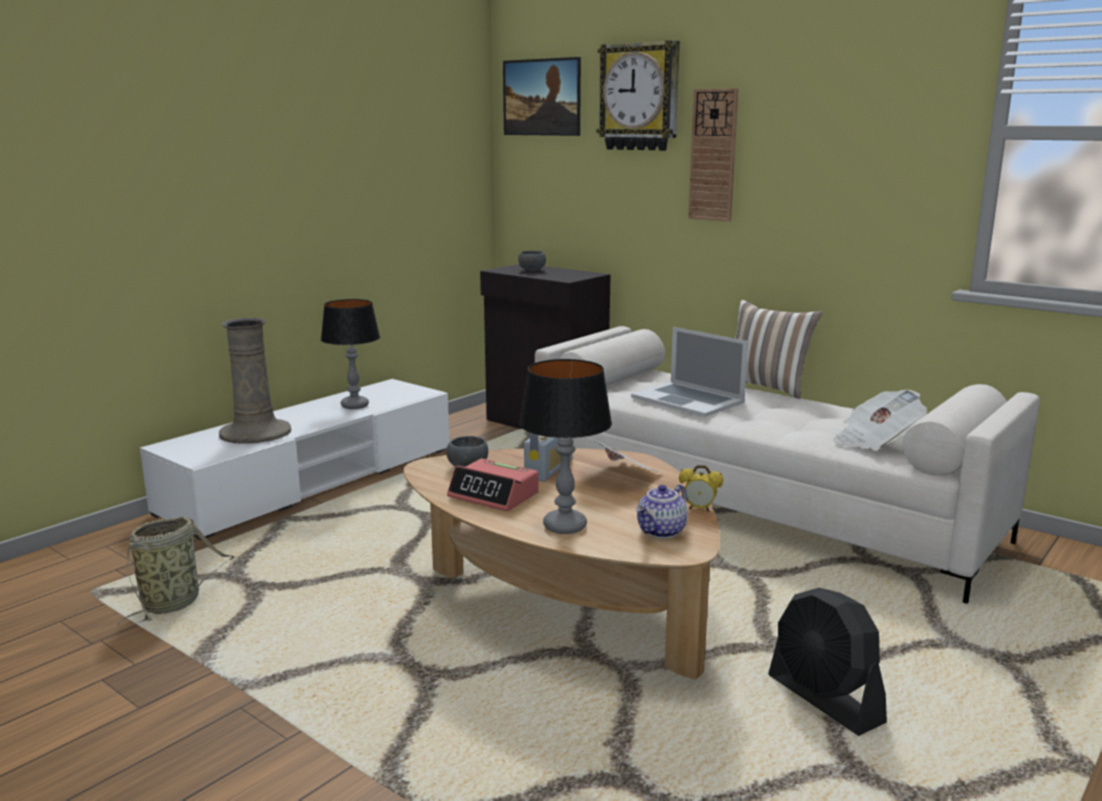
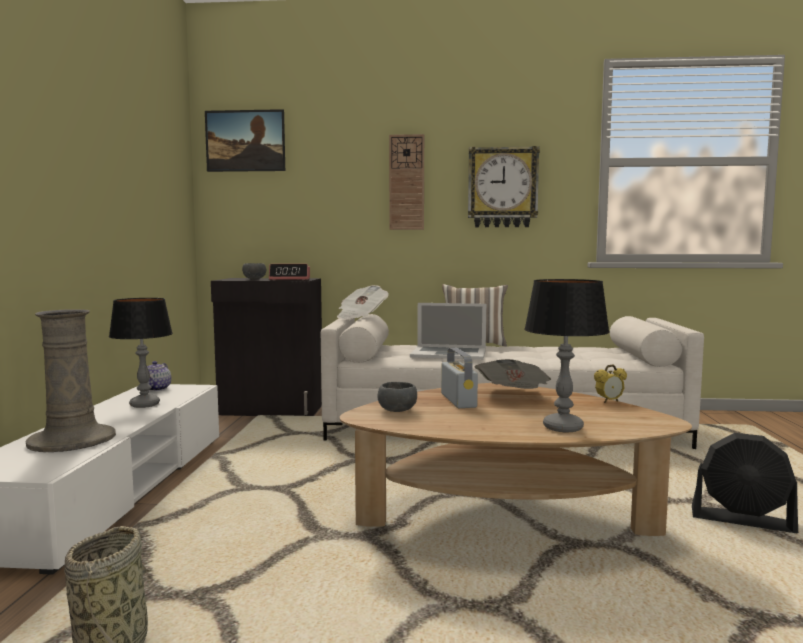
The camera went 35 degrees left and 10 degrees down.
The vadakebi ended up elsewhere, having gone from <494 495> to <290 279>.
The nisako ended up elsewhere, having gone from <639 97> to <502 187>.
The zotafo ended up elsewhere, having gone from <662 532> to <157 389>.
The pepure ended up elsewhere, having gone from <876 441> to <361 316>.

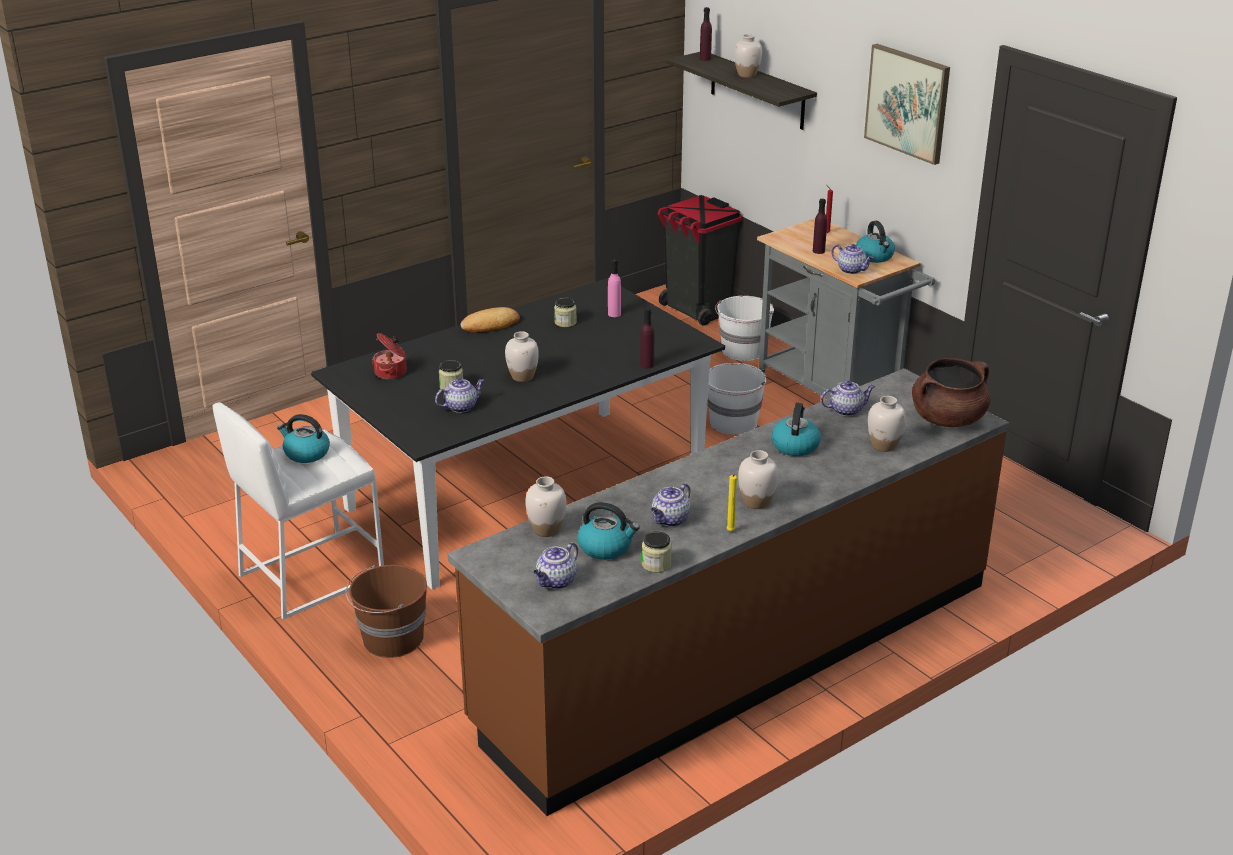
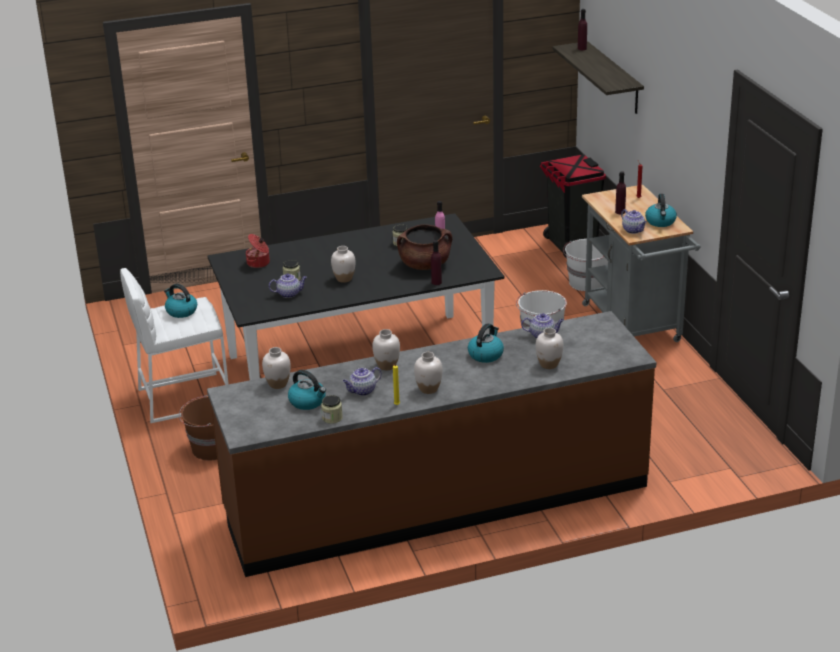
The camera went 20 degrees right and 0 degrees up.
The second view lost the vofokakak at <490 325>.
The second view lost the zotafo at <556 582>.
The second view lost the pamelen at <908 103>.
The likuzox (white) ended up elsewhere, having gone from <747 75> to <387 366>.
The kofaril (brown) ended up elsewhere, having gone from <948 419> to <425 265>.

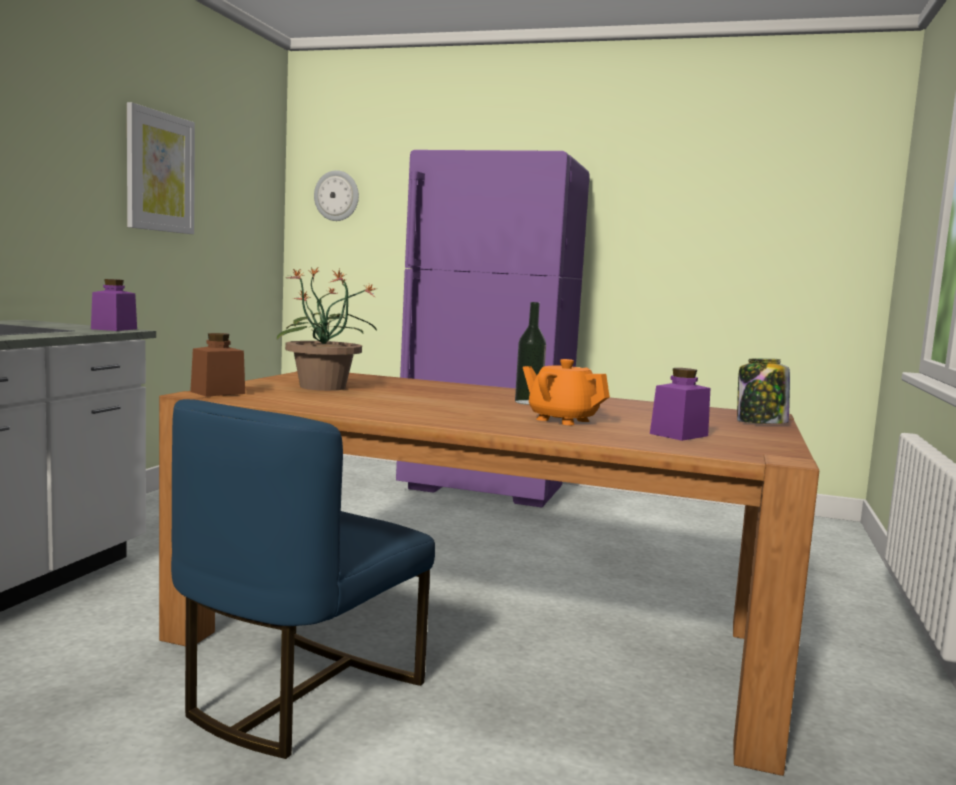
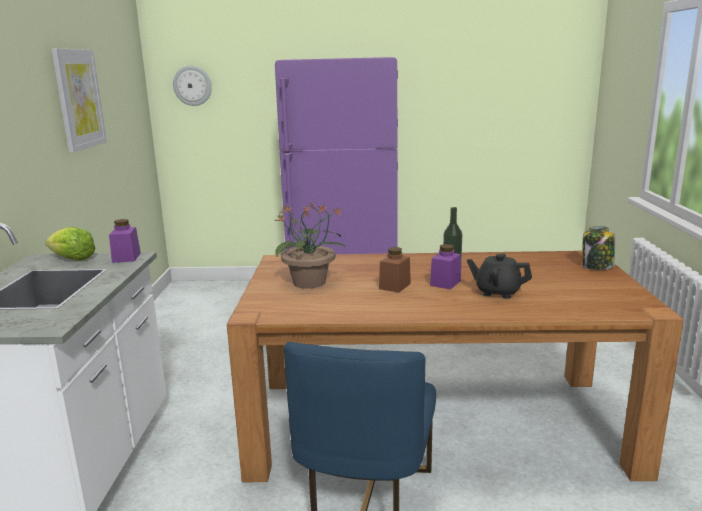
The camera went 15 degrees left and 10 degrees up.
The second view gained the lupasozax at <72 259>.
The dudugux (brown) ended up elsewhere, having gone from <217 392> to <395 286>.
The dudugux (purple) ended up elsewhere, having gone from <679 435> to <445 283>.
What was the zotafo (orange) at <562 420> turned into the zotafo (black) at <497 292>.

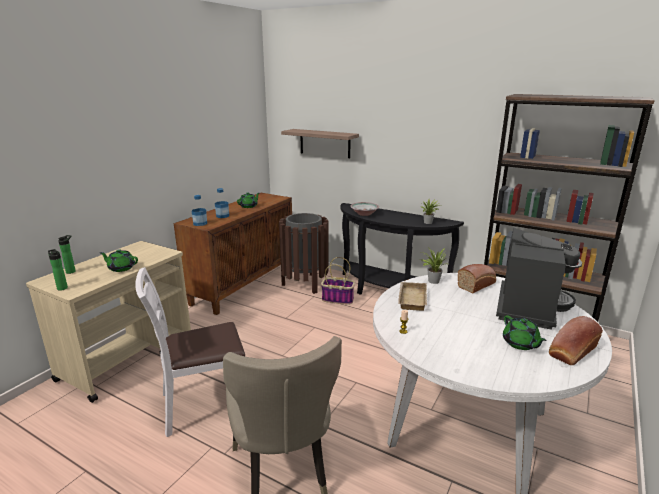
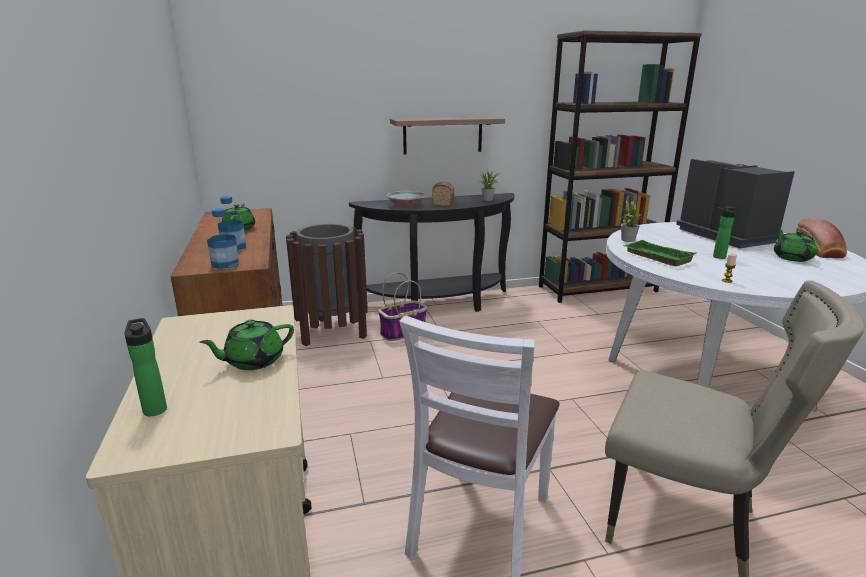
The camera went 45 degrees left and 0 degrees up.
The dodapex ended up elsewhere, having gone from <62 288> to <717 257>.
The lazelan ended up elsewhere, having gone from <325 143> to <443 135>.
The vofokakak ended up elsewhere, having gone from <477 285> to <443 201>.
What was the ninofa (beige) at <411 298> turned into the ninofa (green) at <655 257>.
The zotafo (green) at <520 344> ended up facing another way, 120 degrees counterclockwise from before.

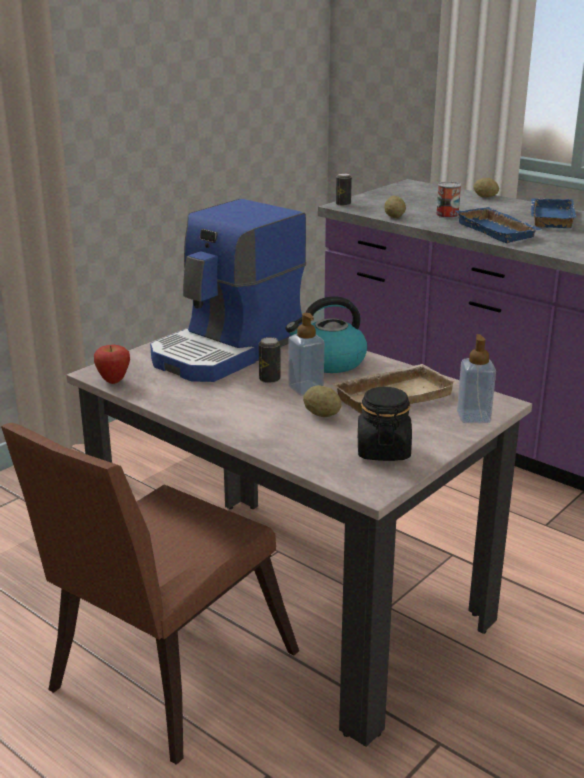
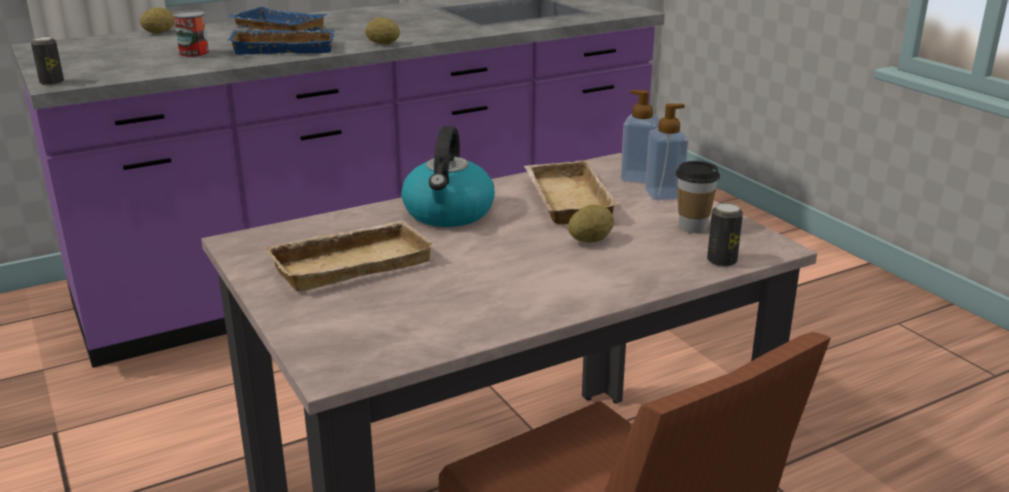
The camera went 70 degrees left and 0 degrees up.
The second view lost the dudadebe at <114 381>.
The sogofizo ended up elsewhere, having gone from <269 379> to <721 261>.
The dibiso ended up elsewhere, having gone from <306 388> to <663 194>.
The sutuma ended up elsewhere, having gone from <394 217> to <383 44>.
Where the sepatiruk stood at <229 350>, the ninofa (beige) came to stand at <351 262>.
Where the dudugux (black) stood at <383 450>, the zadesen came to stand at <692 227>.

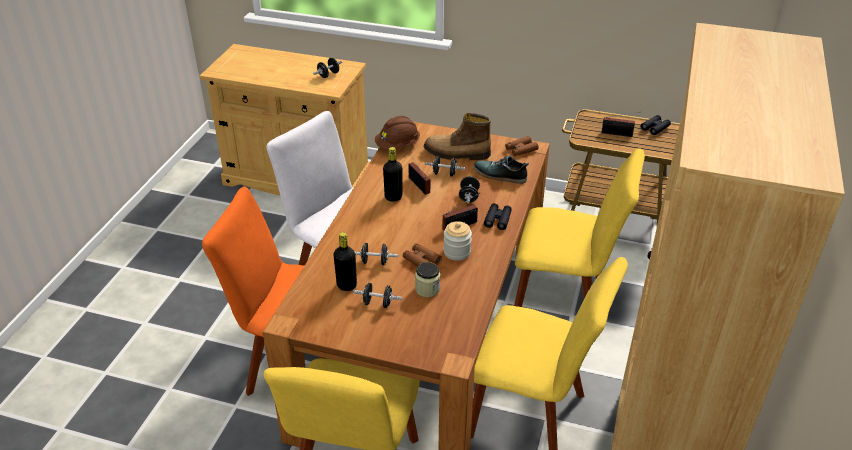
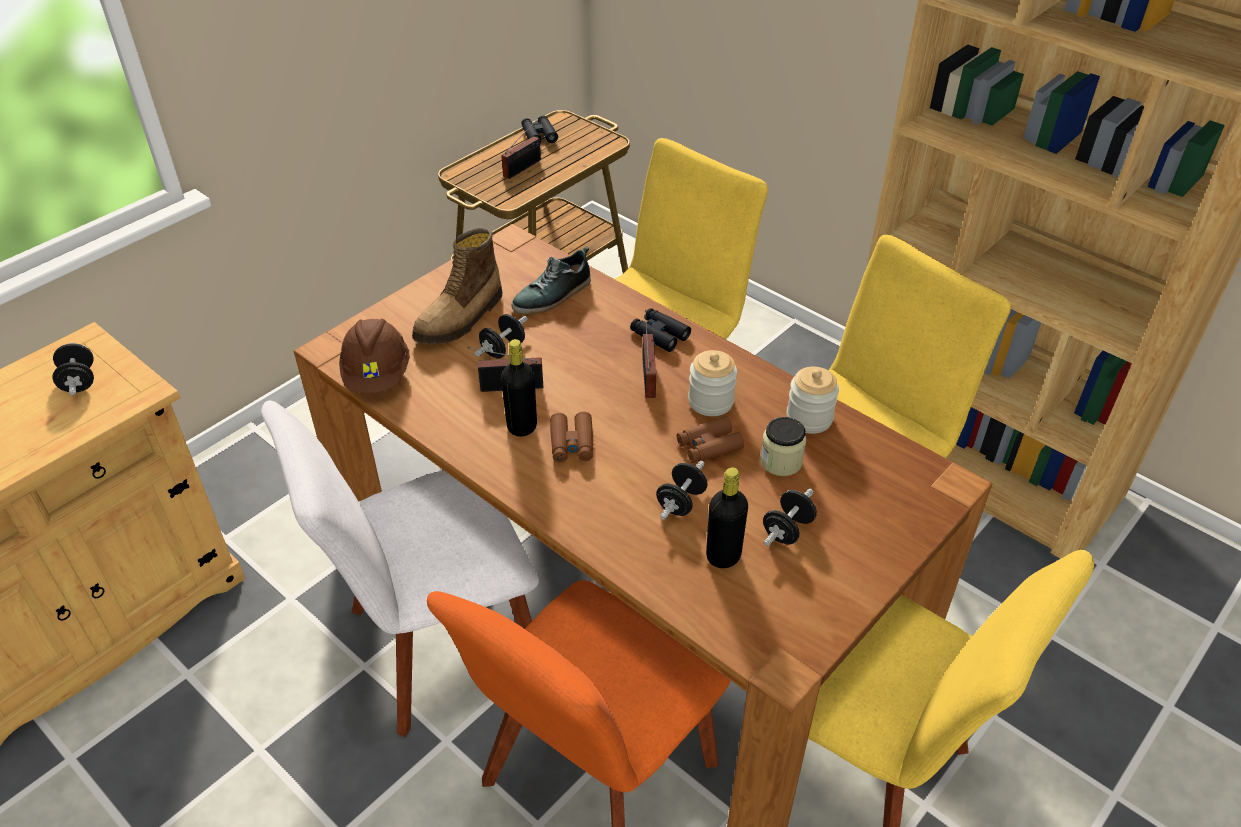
The camera went 65 degrees left and 5 degrees up.
The second view lost the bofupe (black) at <469 197>.
The second view gained the dudugux at <809 418>.
The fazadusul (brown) ended up elsewhere, having gone from <521 149> to <572 443>.

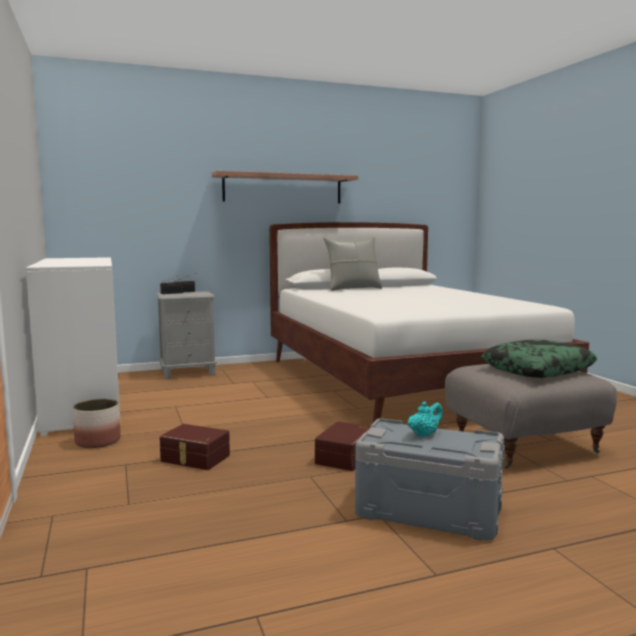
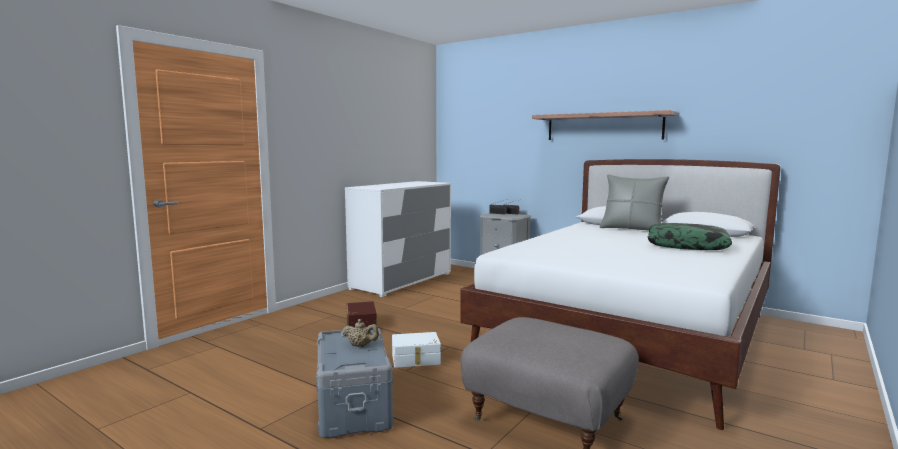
The camera went 55 degrees right and 0 degrees up.
The second view lost the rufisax at <97 441>.
The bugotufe ended up elsewhere, having gone from <537 369> to <687 245>.
What was the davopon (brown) at <345 457> turned into the davopon (white) at <416 359>.
What was the zotafo (turquoise) at <424 435> turned into the zotafo (beige) at <361 346>.

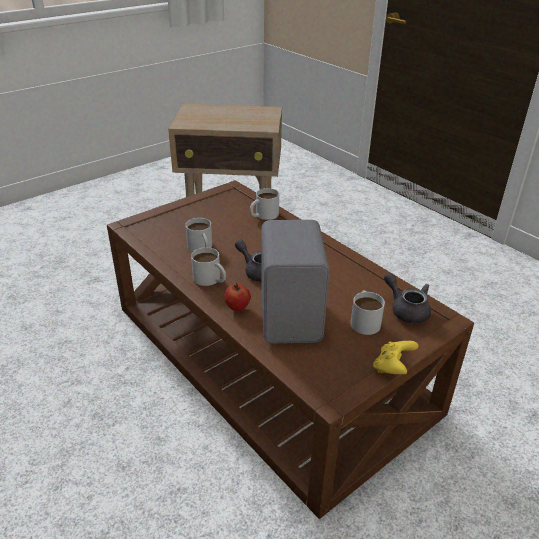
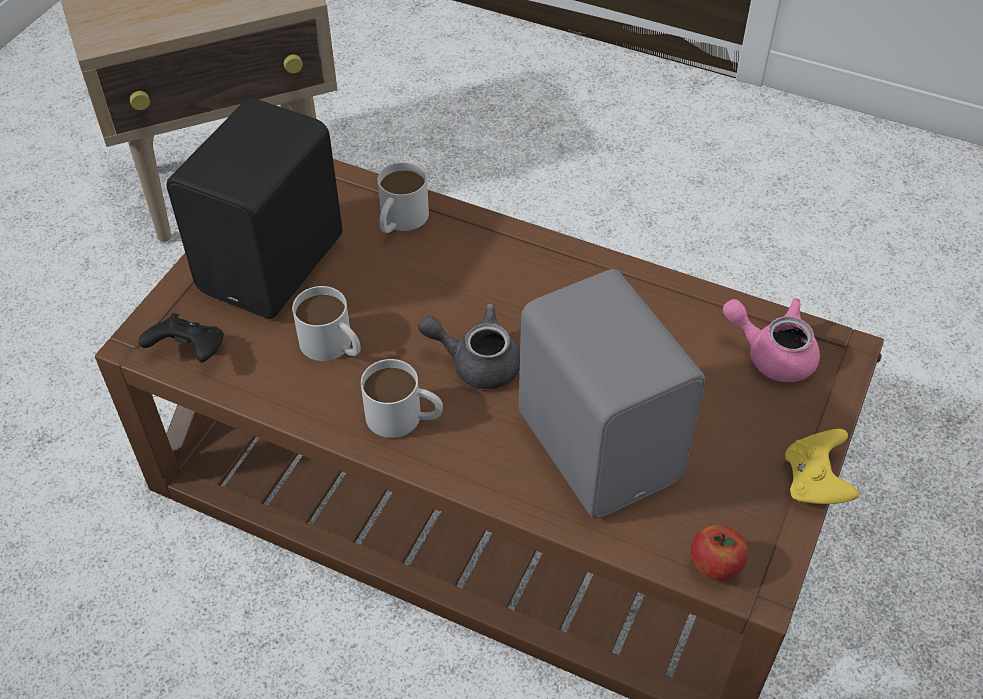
The camera went 25 degrees left and 15 degrees up.
The second view lost the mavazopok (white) at <364 320>.
The second view gained the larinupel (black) at <190 352>.
The second view gained the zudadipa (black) at <276 264>.
The dudadebe ended up elsewhere, having gone from <237 307> to <715 566>.
What was the zotafo (grey) at <406 309> turned into the zotafo (pink) at <772 353>.

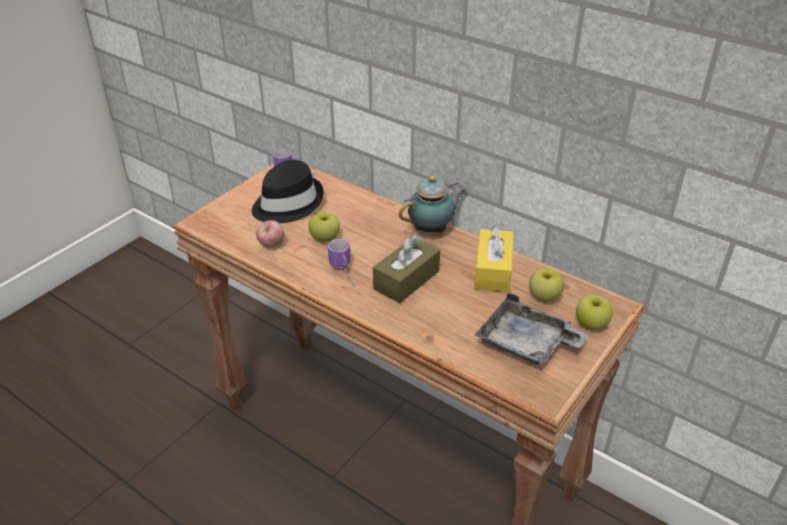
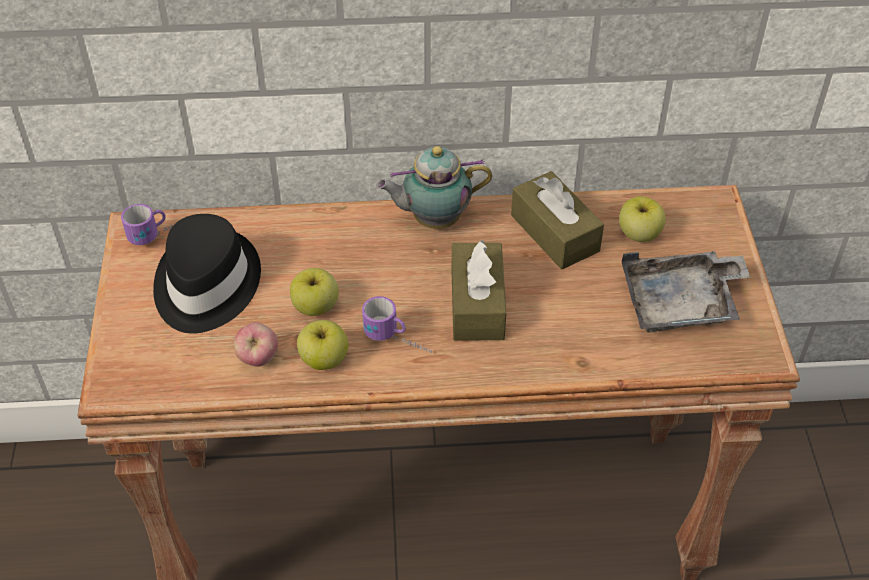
The camera went 40 degrees left and 10 degrees up.
The dudadebe ended up elsewhere, having gone from <591 324> to <324 359>.
What was the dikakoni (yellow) at <493 270> turned into the dikakoni (brown) at <554 233>.
The zotafo at <432 231> ended up facing another way, 120 degrees counterclockwise from before.

